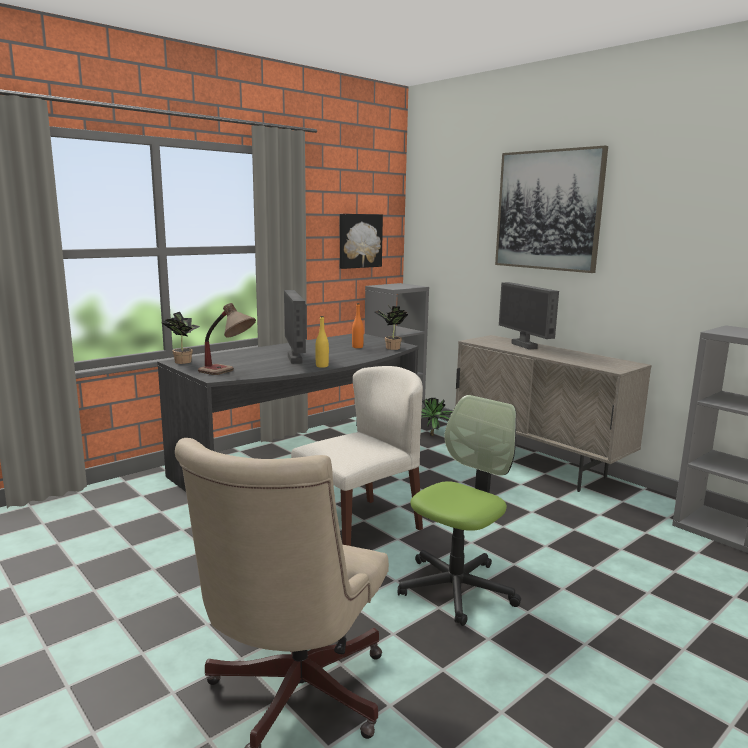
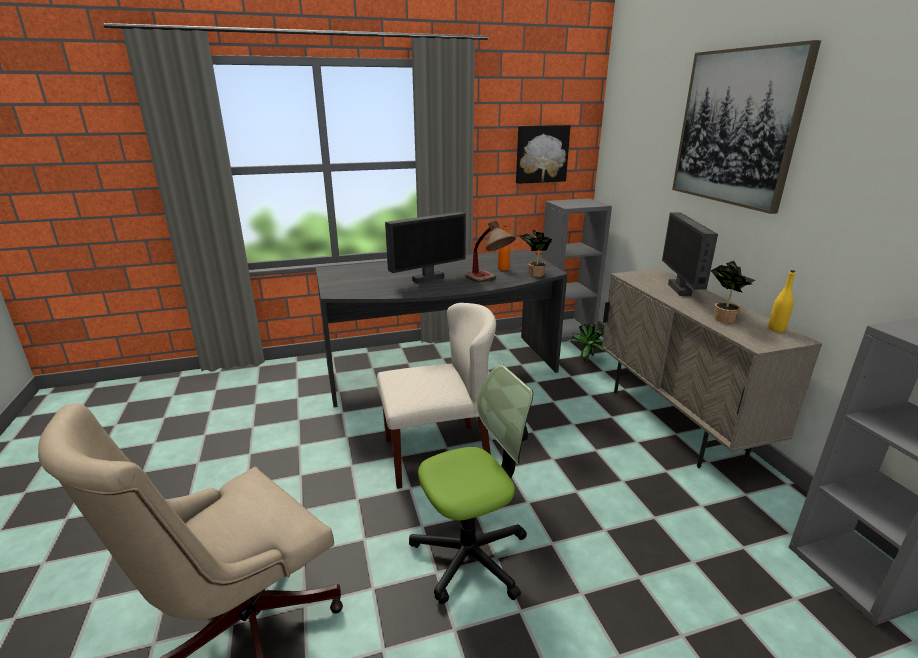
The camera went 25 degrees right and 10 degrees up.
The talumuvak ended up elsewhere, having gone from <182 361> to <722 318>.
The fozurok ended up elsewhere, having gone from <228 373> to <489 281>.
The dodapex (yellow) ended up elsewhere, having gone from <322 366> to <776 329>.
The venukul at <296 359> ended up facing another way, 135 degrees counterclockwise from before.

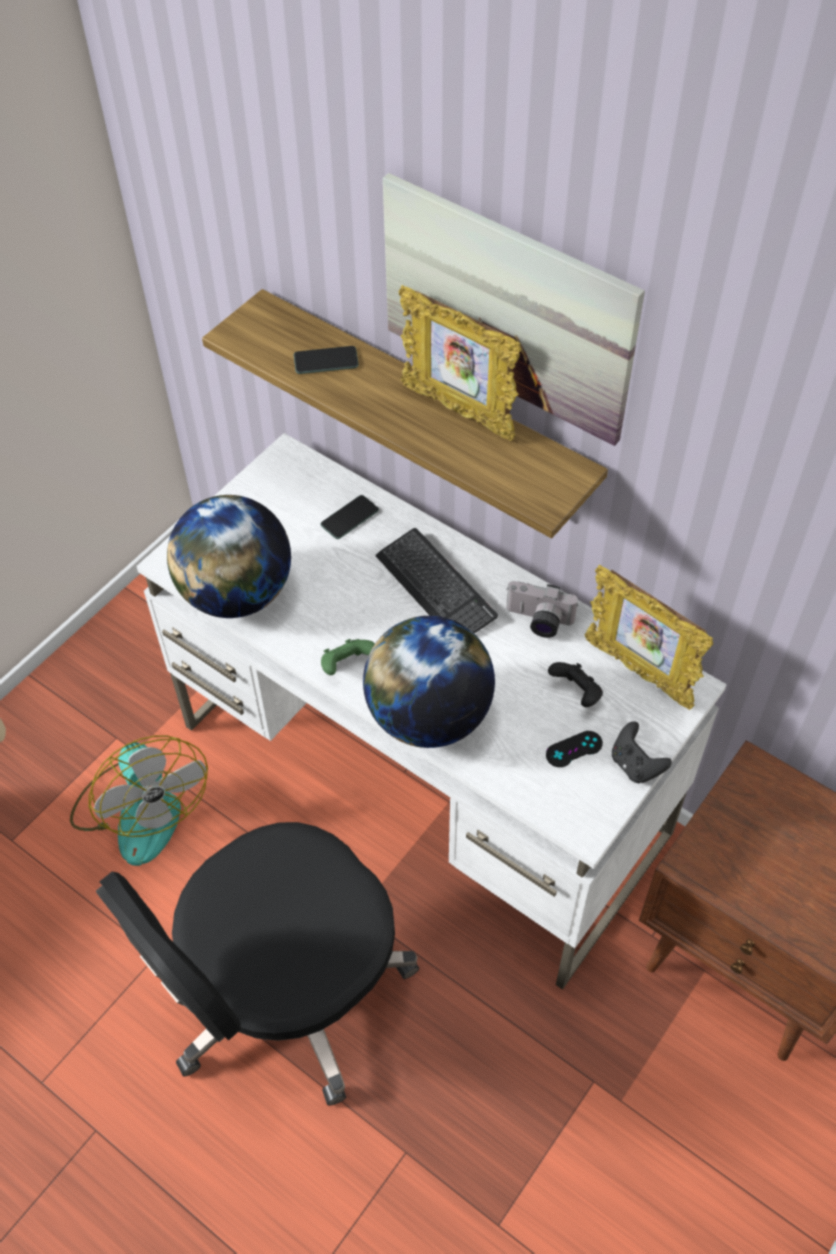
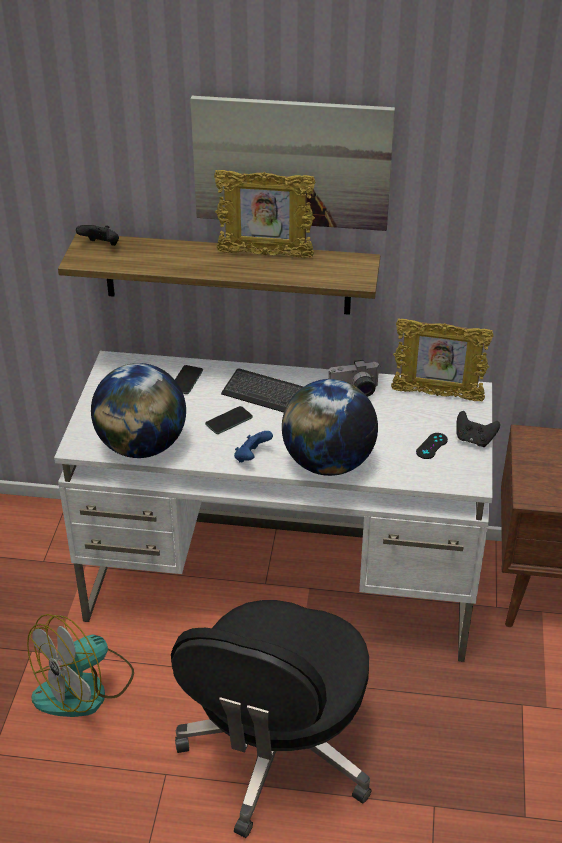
The camera went 30 degrees left and 15 degrees down.
The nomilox ended up elsewhere, having gone from <326 361> to <229 421>.
The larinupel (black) ended up elsewhere, having gone from <576 693> to <101 246>.
What was the larinupel (green) at <347 665> turned into the larinupel (blue) at <252 457>.
The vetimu at <141 809> ended up facing another way, 105 degrees clockwise from before.

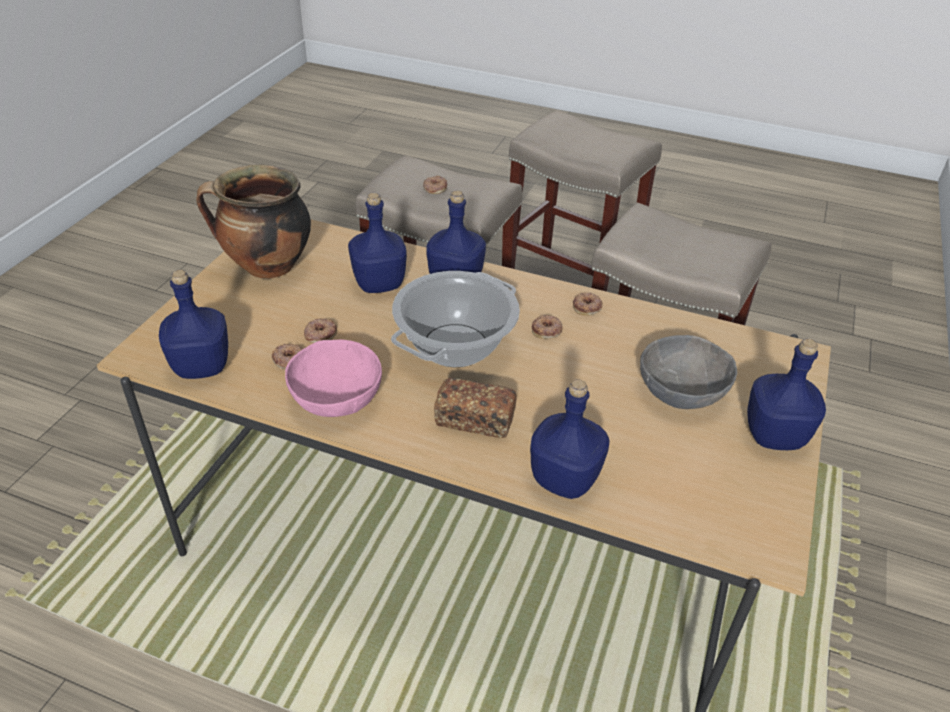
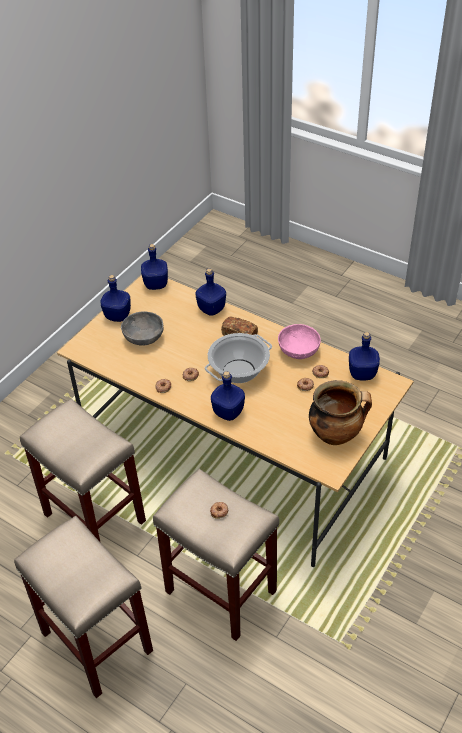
The camera went 165 degrees left and 5 degrees up.
The dodapex (blue) ended up elsewhere, having gone from <378 283> to <156 285>.

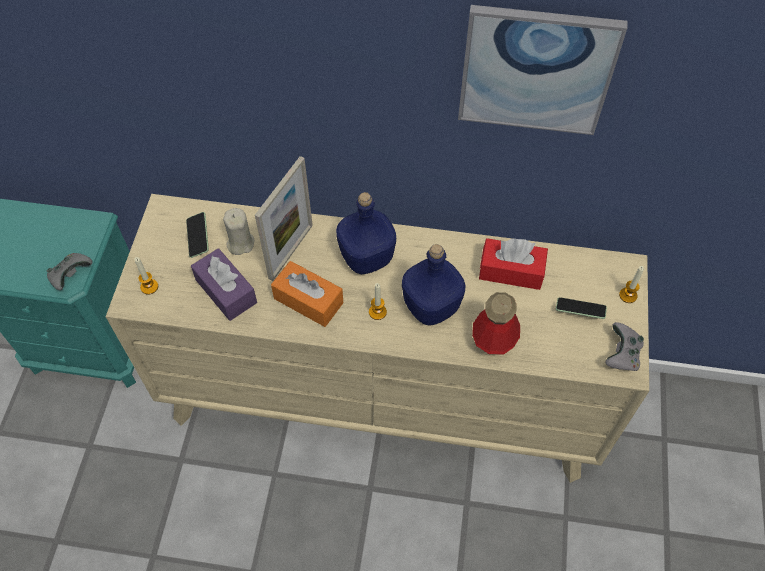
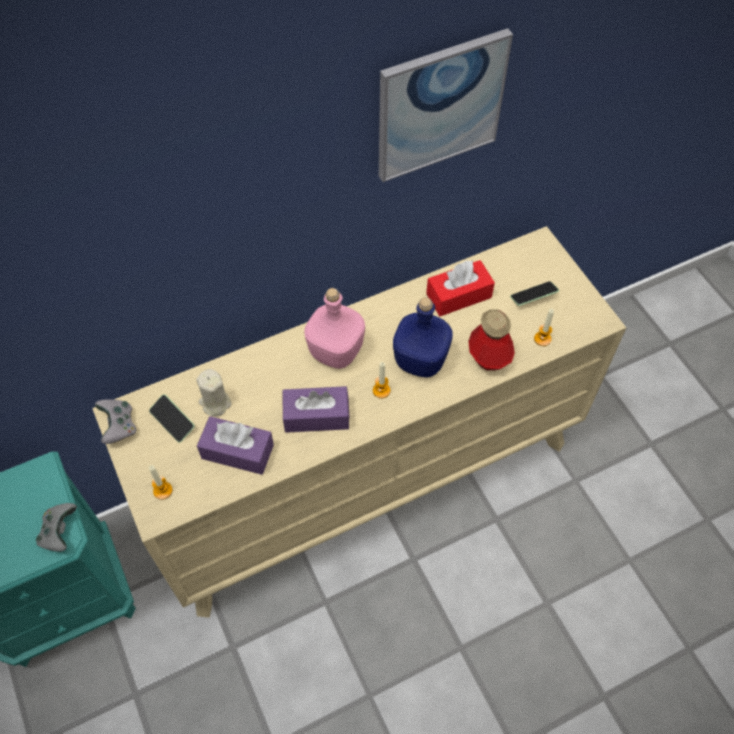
The camera went 35 degrees left and 0 degrees up.
The second view lost the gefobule at <291 251>.
The larinupel (grey) ended up elsewhere, having gone from <622 355> to <119 426>.
The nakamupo ended up elsewhere, having gone from <628 295> to <542 339>.
What was the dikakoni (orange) at <308 300> turned into the dikakoni (purple) at <316 416>.
What was the dodapex (blue) at <367 257> turned into the dodapex (pink) at <336 351>.

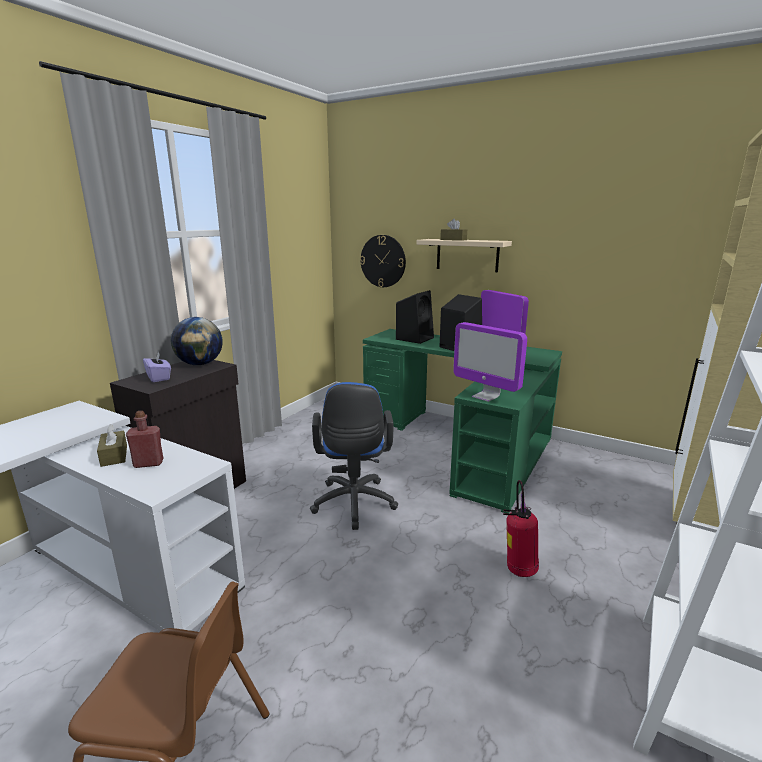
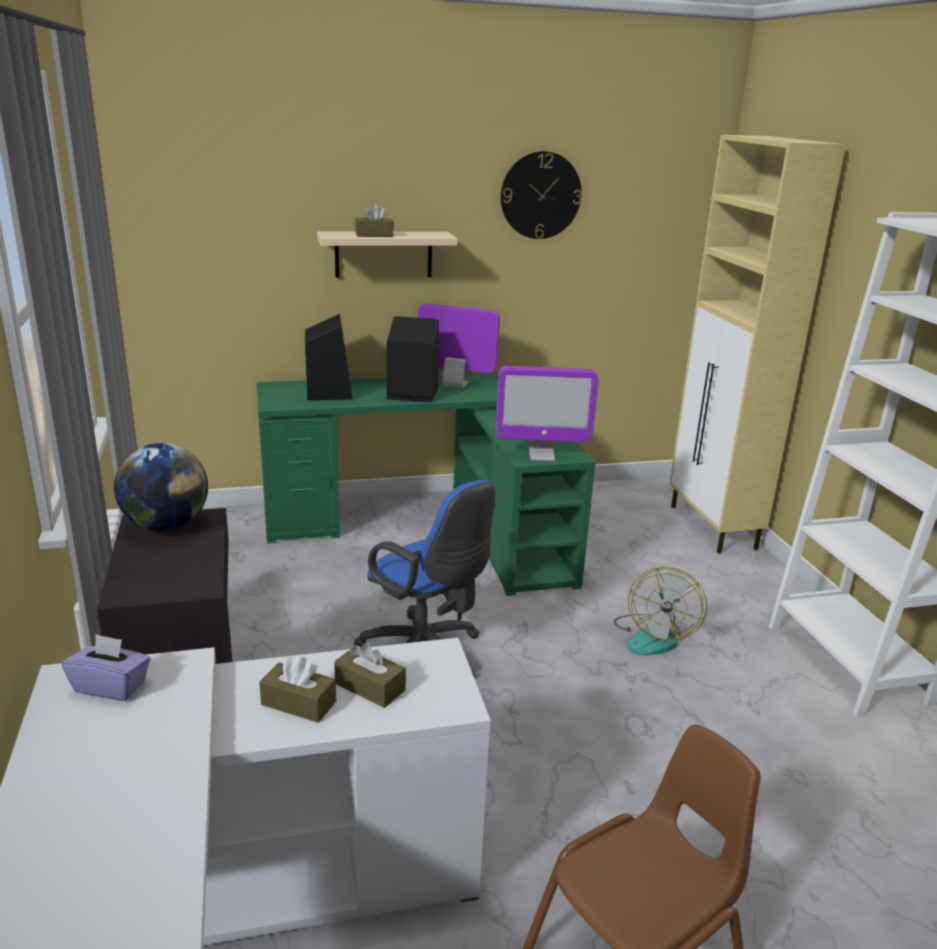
The camera went 45 degrees left and 5 degrees up.
The dikakoni (purple) ended up elsewhere, having gone from <159 377> to <111 686>.
The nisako ended up elsewhere, having gone from <383 261> to <540 195>.
Where the dodapex (red) stood at <148 463>, the dikakoni (brown) came to stand at <370 687>.
Where the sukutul stood at <518 569>, the vetimu came to stand at <654 636>.

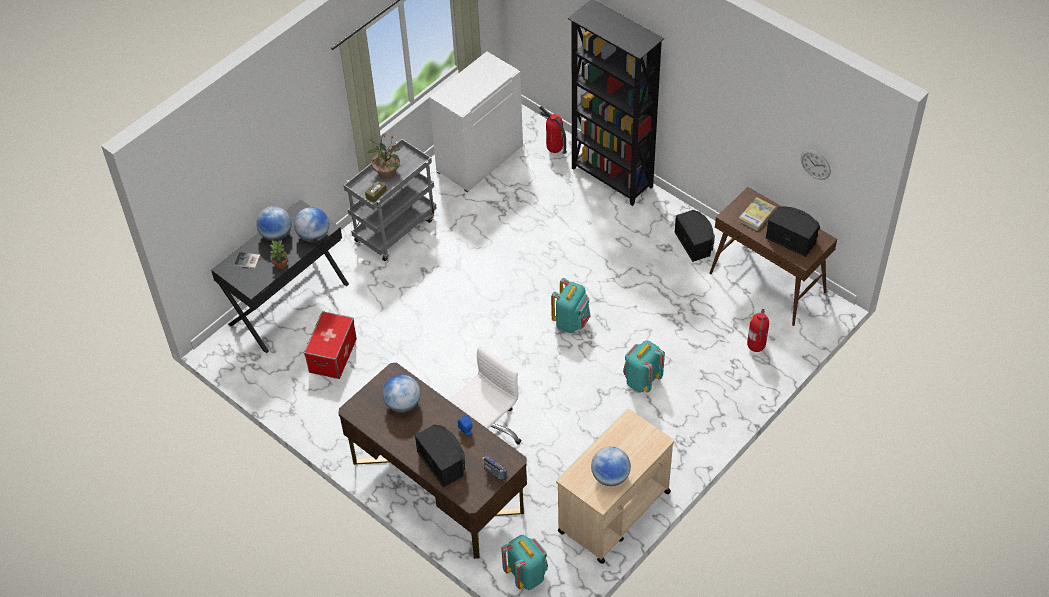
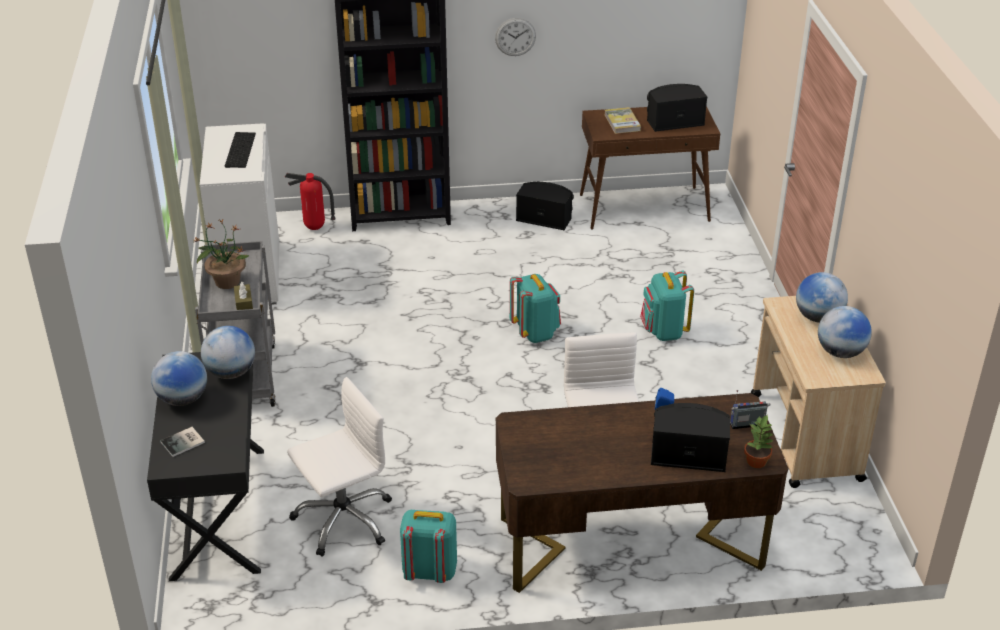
The camera went 50 degrees left and 15 degrees down.
The second view lost the sukutul at <756 348>.
The second view gained the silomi at <239 149>.
The talumuvak ended up elsewhere, having gone from <281 264> to <757 461>.
The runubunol ended up elsewhere, having gone from <403 404> to <818 317>.
The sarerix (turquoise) ended up elsewhere, having gone from <526 574> to <429 571>.
The nisako ended up elsewhere, having gone from <815 164> to <515 37>.
Where the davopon stood at <333 355>, the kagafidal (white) came to stand at <343 519>.

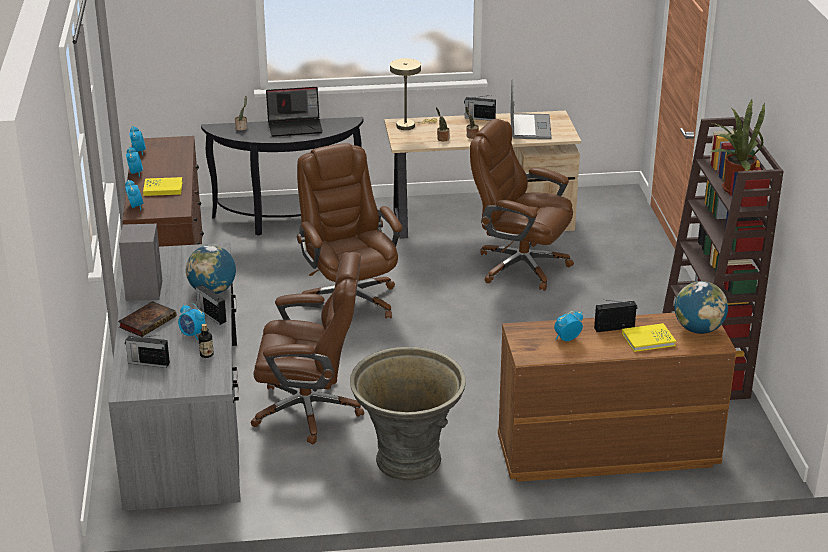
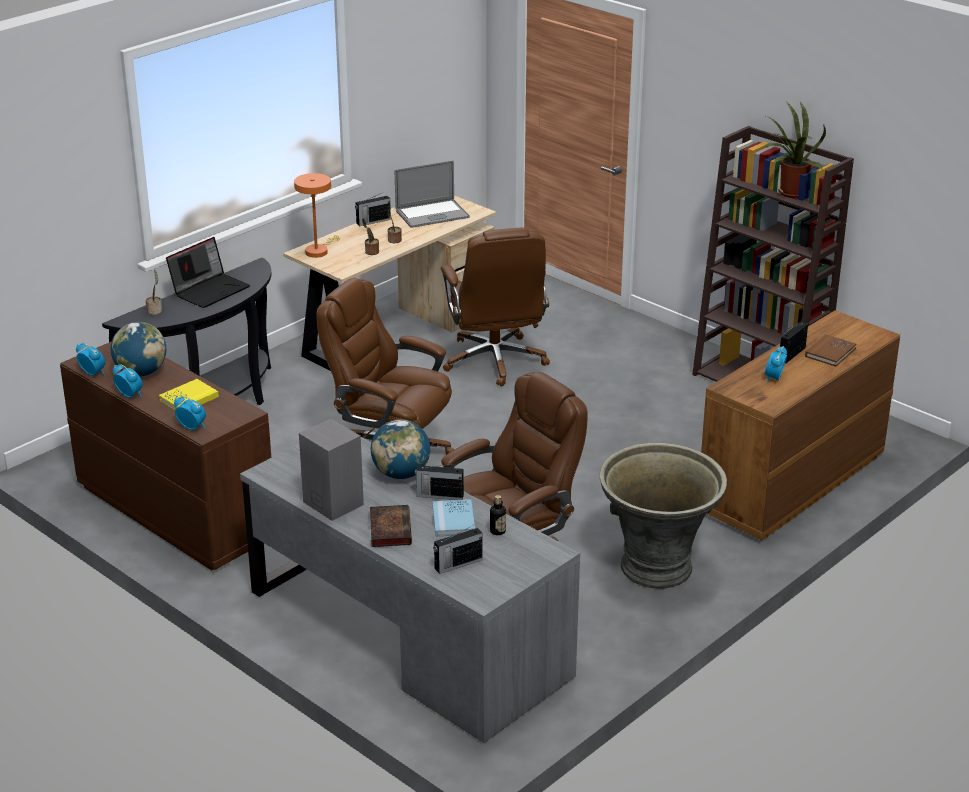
The camera went 40 degrees left and 0 degrees up.
The runubunol ended up elsewhere, having gone from <698 329> to <141 373>.
Where the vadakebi stood at <192 335>, the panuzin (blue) came to stand at <453 520>.
What was the fozurok (beige) at <409 125> turned into the fozurok (orange) at <318 251>.
What was the panuzin (yellow) at <648 339> turned into the panuzin (brown) at <830 352>.
The kagafidal (brown) at <520 266> ended up facing another way, 90 degrees counterclockwise from before.
The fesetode at <530 127> ended up facing another way, 105 degrees clockwise from before.

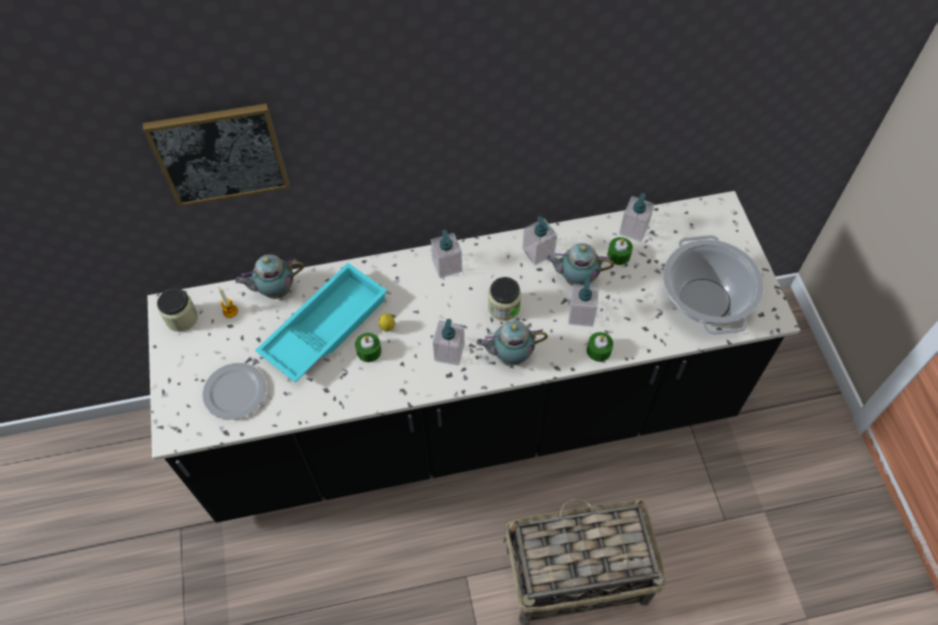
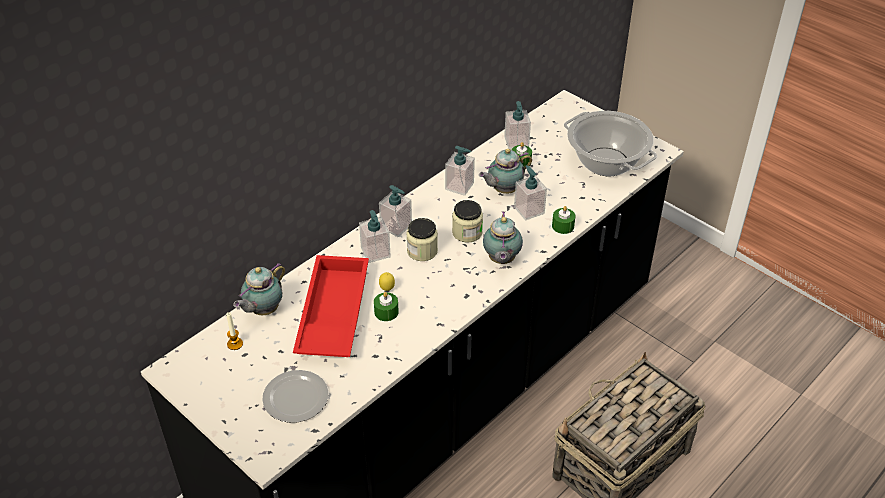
The camera went 35 degrees left and 15 degrees down.
The second view lost the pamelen at <220 154>.
The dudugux ended up elsewhere, having gone from <182 318> to <422 251>.
The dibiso ended up elsewhere, having gone from <449 352> to <375 252>.
What was the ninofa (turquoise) at <324 326> turned into the ninofa (red) at <332 314>.
The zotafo at <510 355> ended up facing another way, 45 degrees counterclockwise from before.

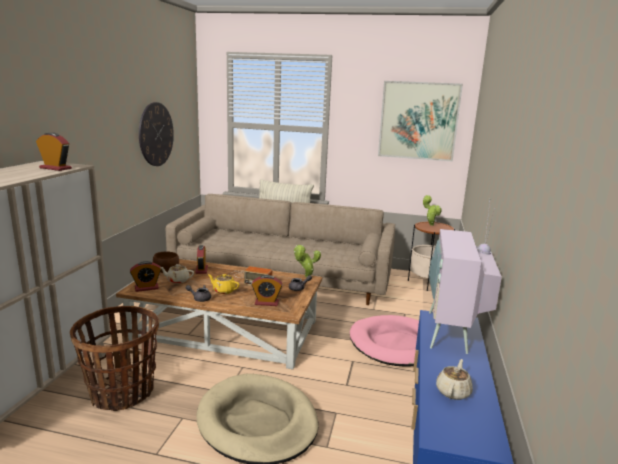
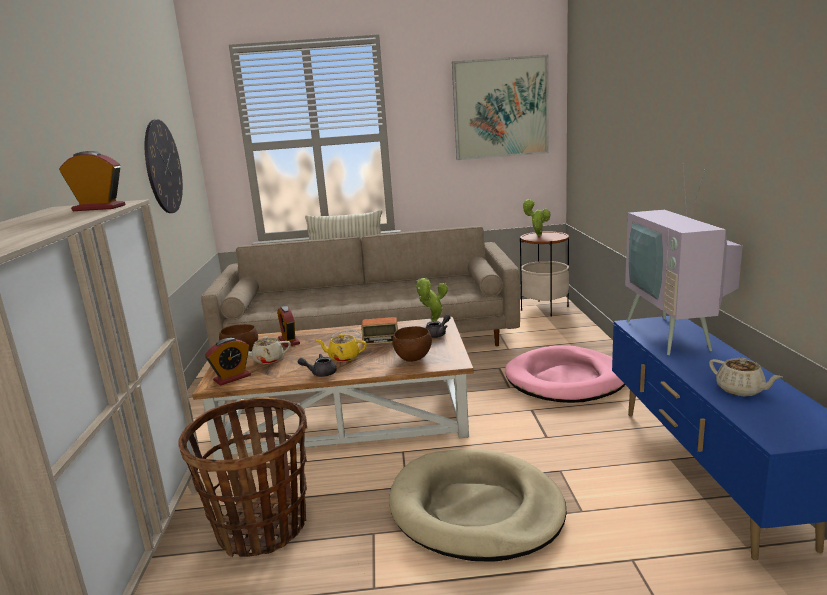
The camera went 15 degrees left and 0 degrees up.
Where the vadakebi stood at <266 303>, the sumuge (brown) came to stand at <413 358>.
The zotafo (beige) at <453 391> ended up facing another way, 135 degrees clockwise from before.

